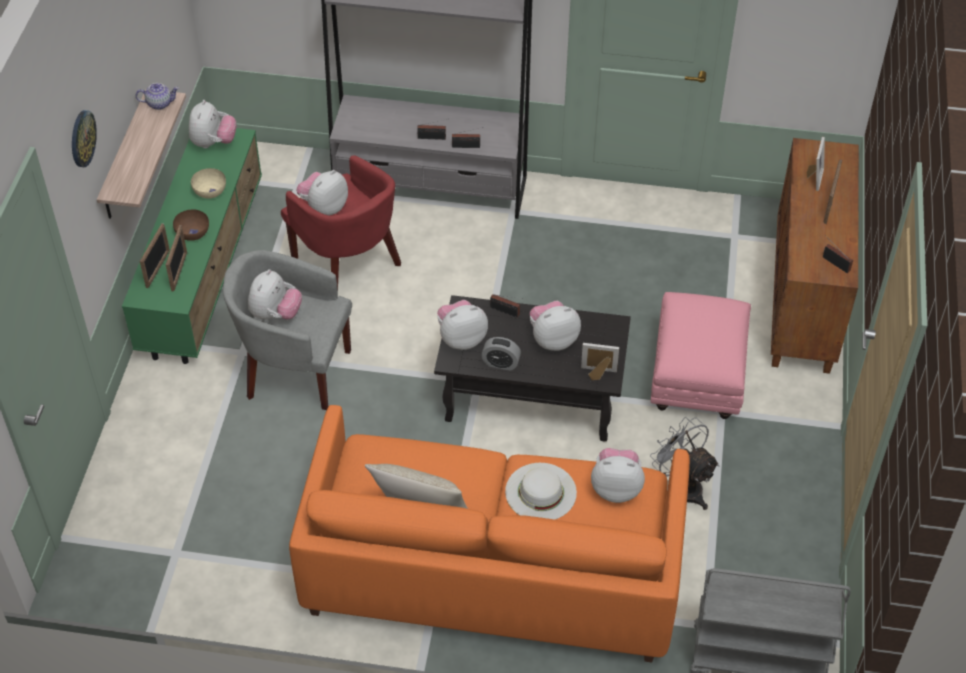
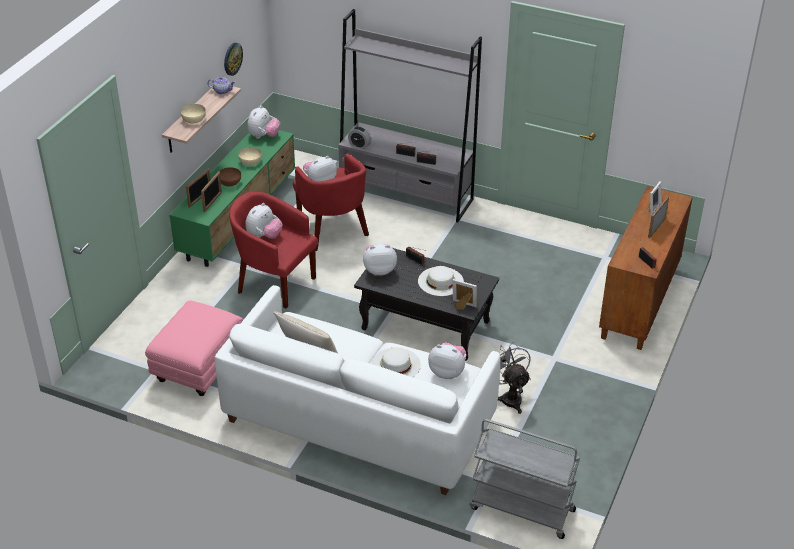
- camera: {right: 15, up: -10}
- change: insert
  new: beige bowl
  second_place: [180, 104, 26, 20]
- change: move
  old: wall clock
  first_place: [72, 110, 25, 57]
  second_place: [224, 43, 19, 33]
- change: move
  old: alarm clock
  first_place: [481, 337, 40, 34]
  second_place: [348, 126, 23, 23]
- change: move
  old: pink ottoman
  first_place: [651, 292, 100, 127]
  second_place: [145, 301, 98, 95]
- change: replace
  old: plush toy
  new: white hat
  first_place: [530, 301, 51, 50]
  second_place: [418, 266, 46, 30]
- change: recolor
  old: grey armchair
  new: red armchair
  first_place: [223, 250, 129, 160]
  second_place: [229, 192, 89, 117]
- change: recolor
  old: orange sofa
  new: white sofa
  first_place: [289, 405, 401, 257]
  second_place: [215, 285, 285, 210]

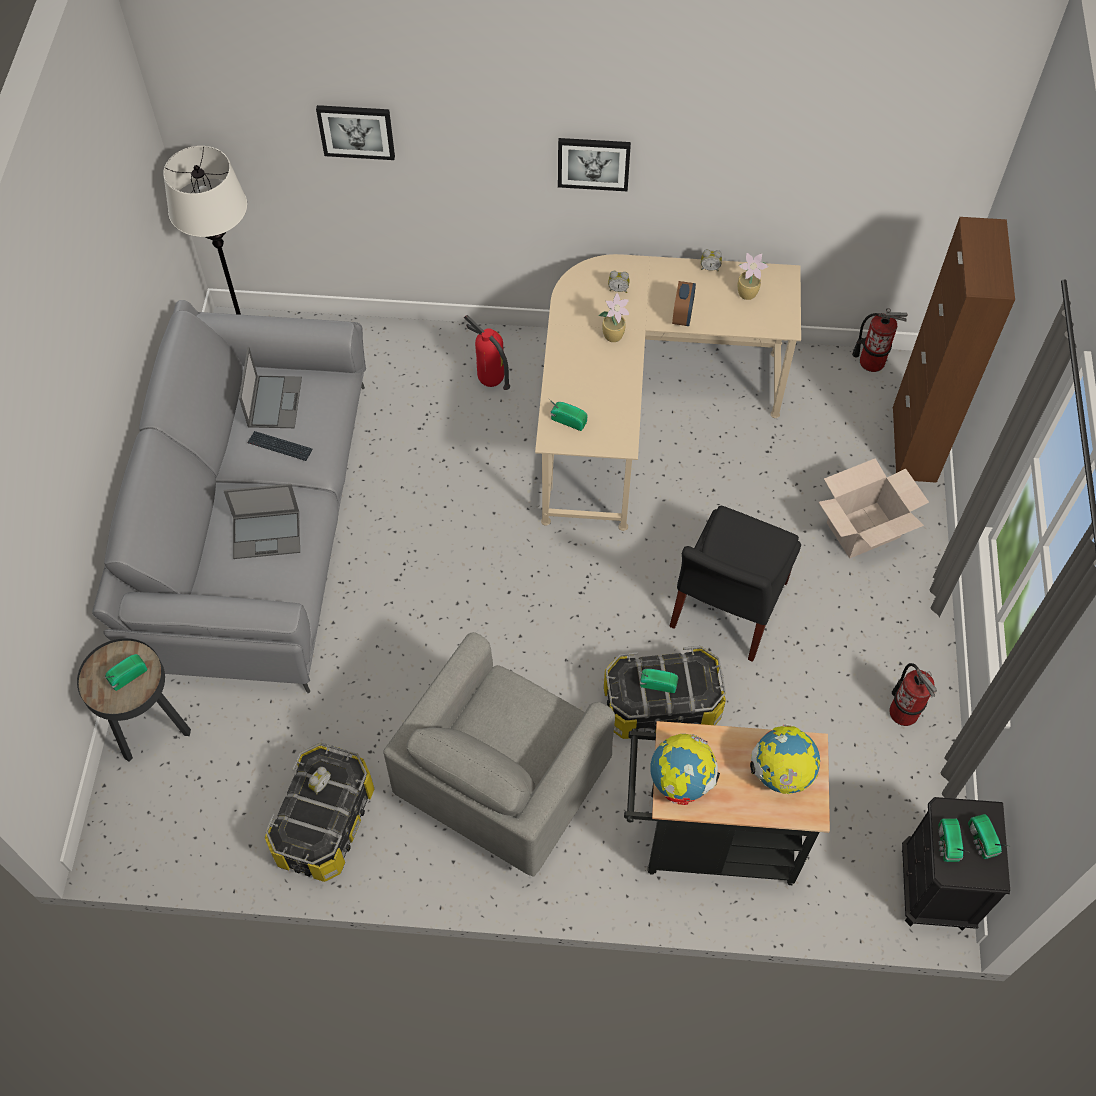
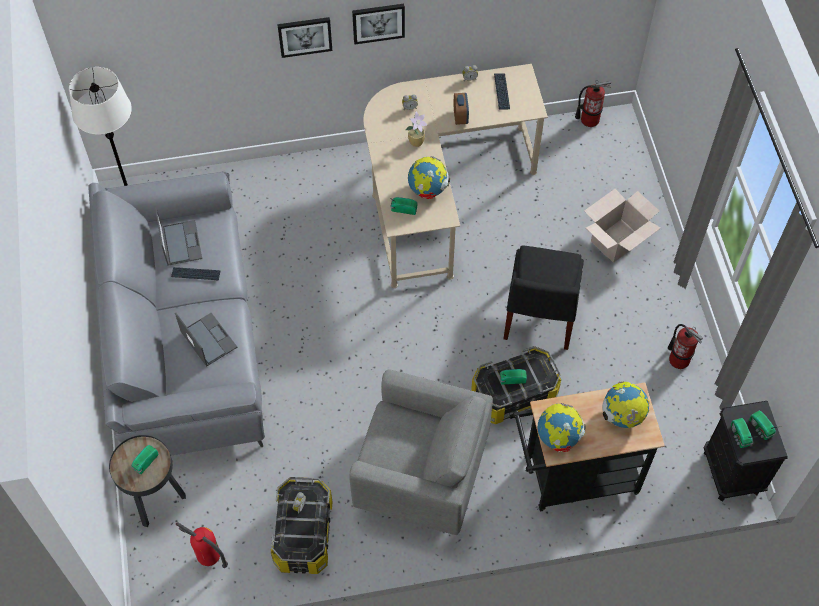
- camera: {right: -15, up: 0}
- change: delete
  old: brown cabinet
  first_place: [893, 217, 122, 266]
- change: insert
  new: globe
  second_place: [408, 156, 42, 43]
- change: move
  old: picture
  first_place: [316, 105, 79, 55]
  second_place: [277, 17, 55, 41]
- change: move
  old: fire extinguisher
  first_place: [464, 315, 46, 75]
  second_place: [175, 522, 53, 46]
- change: replace
  old: potted plant
  new: keyboard
  first_place: [738, 253, 30, 47]
  second_place: [494, 73, 16, 36]
- change: rotate
  old: laptop
  first_place: [224, 484, 76, 75]
  second_place: [175, 313, 62, 54]
  degrees: -105
- change: rotate
  old: grey armchair
  first_place: [383, 632, 232, 245]
  second_place: [349, 369, 144, 166]
  degrees: -90

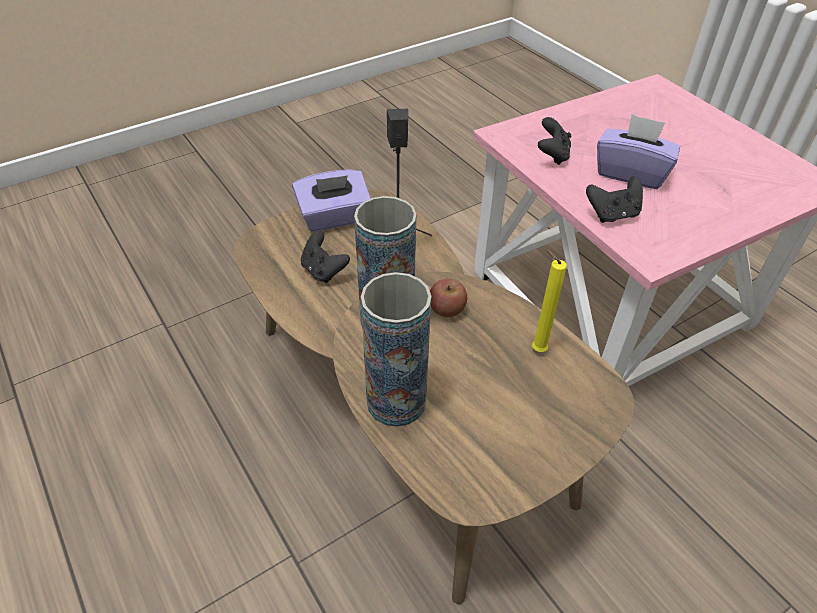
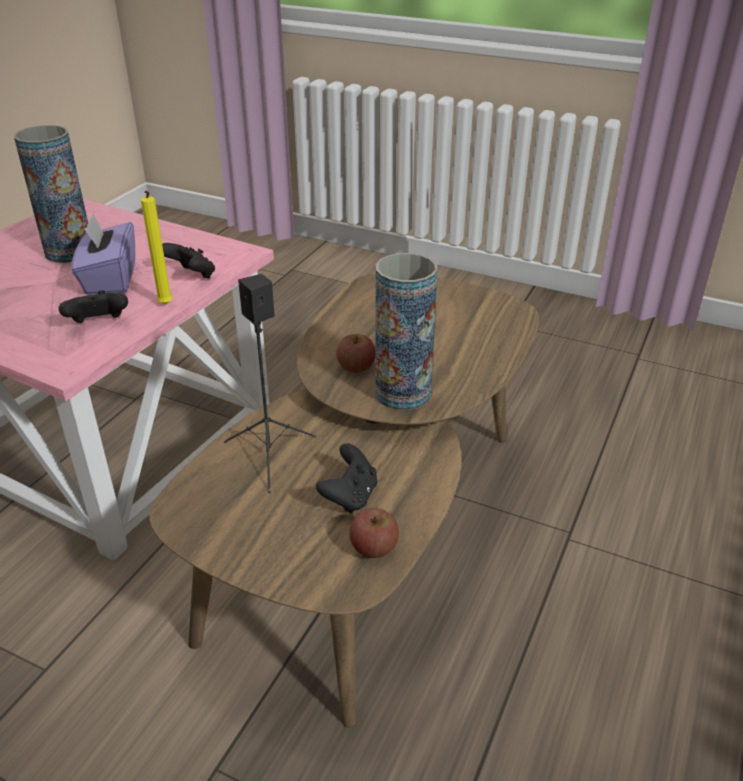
- camera: {right: -120, up: -10}
- change: delete
  old: purple tissue box
  first_place: [292, 169, 79, 63]
- change: insert
  new: apple
  second_place: [349, 508, 50, 50]
- change: move
  old: vase
  first_place: [361, 272, 70, 155]
  second_place: [14, 125, 74, 138]
- change: move
  old: yellow candle
  first_place: [532, 250, 35, 102]
  second_place: [141, 191, 32, 114]

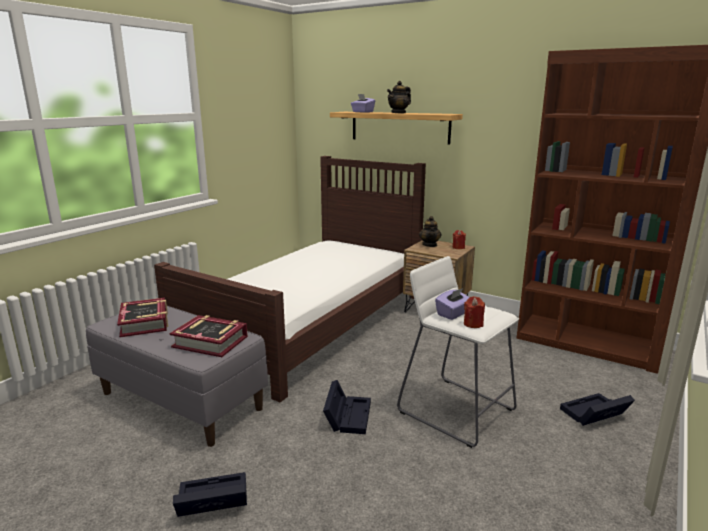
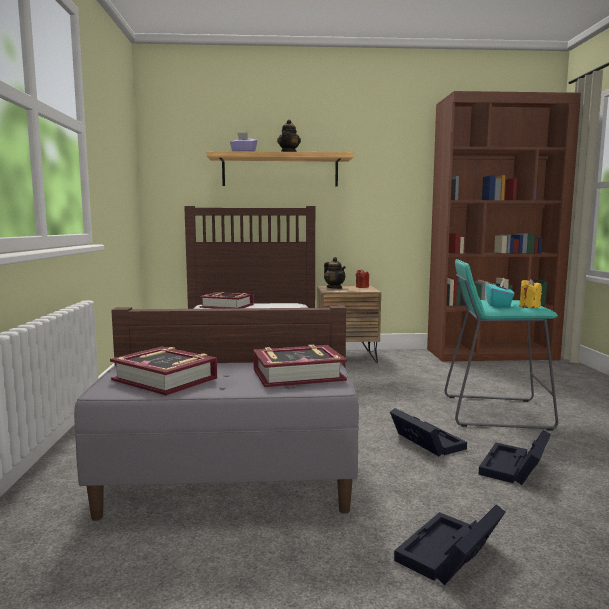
- camera: {right: -35, up: -10}
- change: insert
  new: book
  second_place: [199, 292, 55, 17]
- change: move
  old: black storage box
  first_place: [560, 393, 75, 33]
  second_place: [479, 430, 72, 55]
- change: recolor
  old: white stool
  new: turquoise stool
  first_place: [397, 256, 122, 192]
  second_place: [445, 259, 113, 172]
- change: recolor
  old: purple tissue box
  new: turquoise tissue box
  first_place: [435, 288, 34, 32]
  second_place: [486, 278, 28, 29]
- change: recolor
  old: red candle
  new: yellow candle
  first_place: [464, 296, 21, 32]
  second_place: [519, 279, 23, 29]

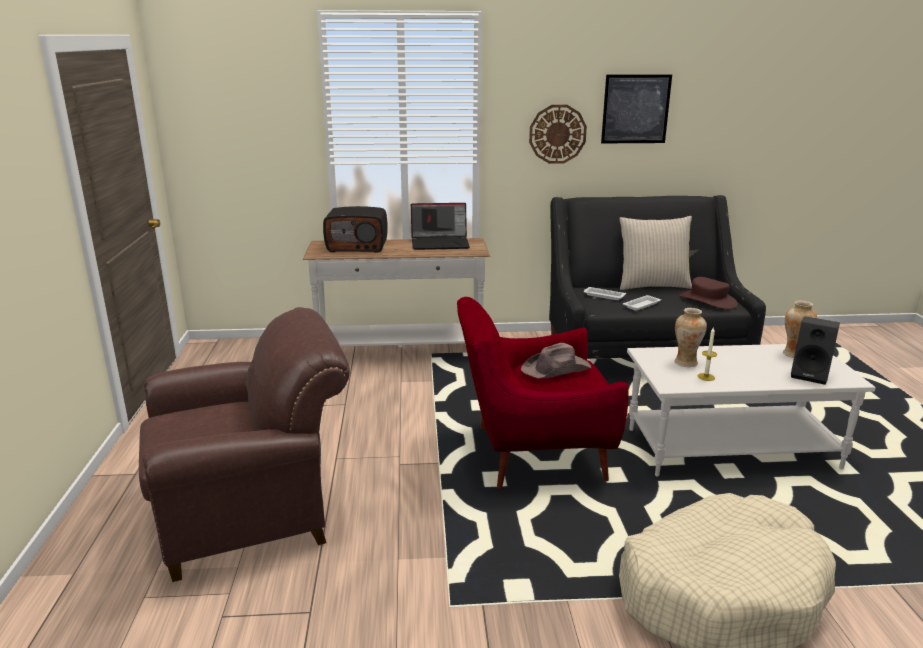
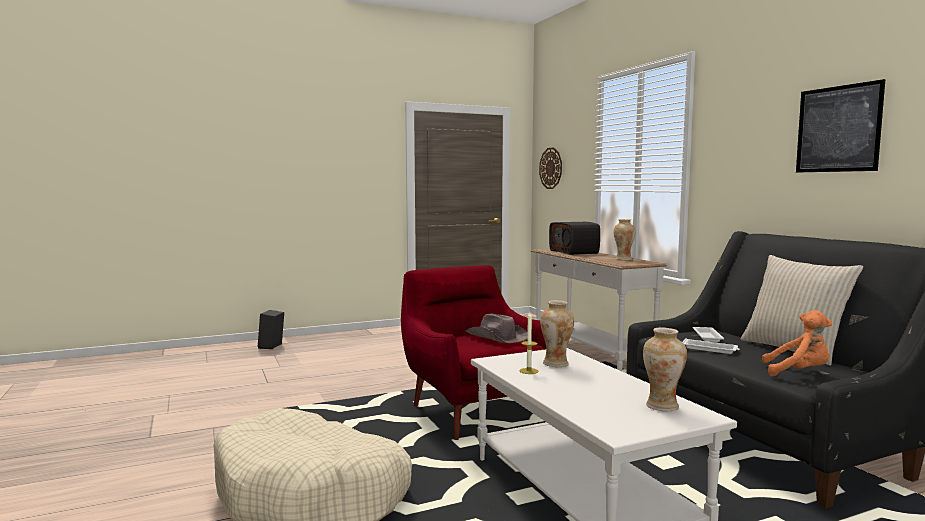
- camera: {right: 70, up: -15}
- change: delete
  old: brown armchair
  first_place: [139, 307, 211, 275]
- change: move
  old: wall clock
  first_place: [529, 105, 58, 59]
  second_place: [539, 147, 23, 42]
- change: move
  old: black speaker
  first_place: [791, 316, 49, 69]
  second_place: [258, 310, 26, 39]
- change: replace
  old: laptop
  new: vase
  first_place: [411, 203, 59, 47]
  second_place: [613, 219, 22, 41]
- change: replace
  old: brown hat
  new: orange plush toy
  first_place: [680, 277, 58, 32]
  second_place: [762, 310, 70, 67]

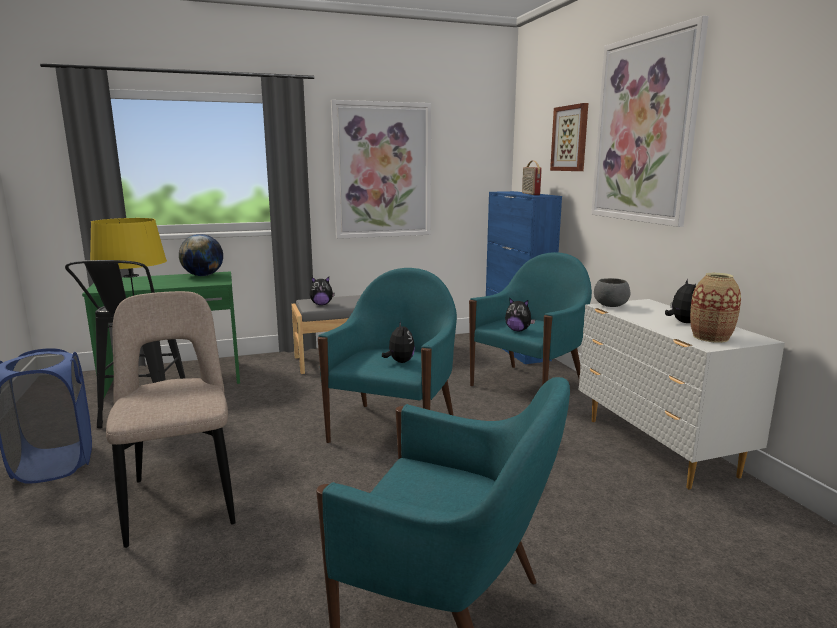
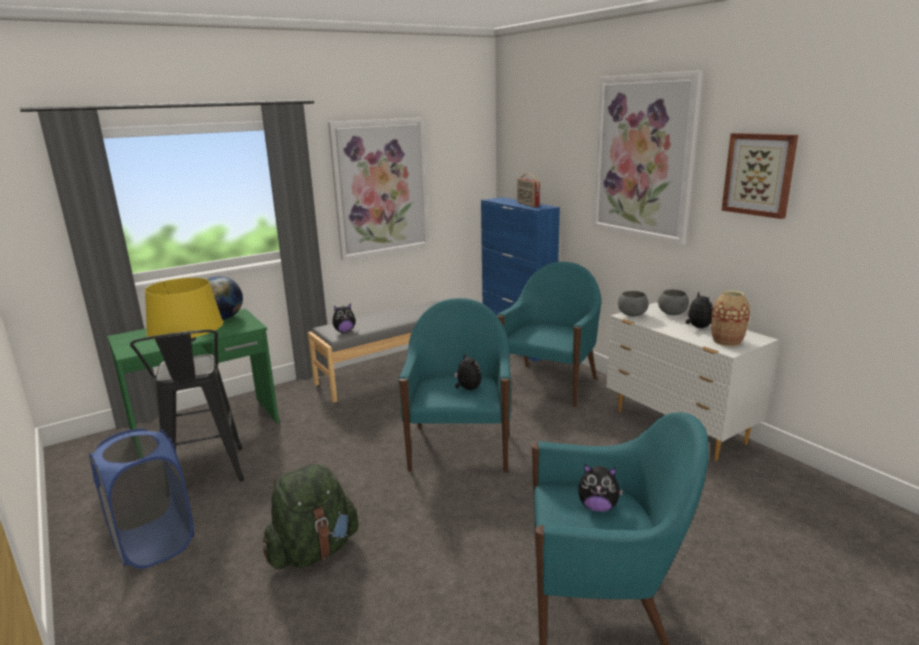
- camera: {right: -15, up: 5}
- change: insert
  new: grey bowl
  second_place: [658, 290, 31, 25]
- change: move
  old: plush toy
  first_place: [505, 298, 30, 33]
  second_place: [578, 464, 45, 48]
- change: move
  old: picture
  first_place: [550, 103, 38, 68]
  second_place: [721, 133, 77, 86]
- change: replace
  old: beige chair
  new: green backpack
  first_place: [106, 291, 130, 257]
  second_place: [263, 464, 96, 105]

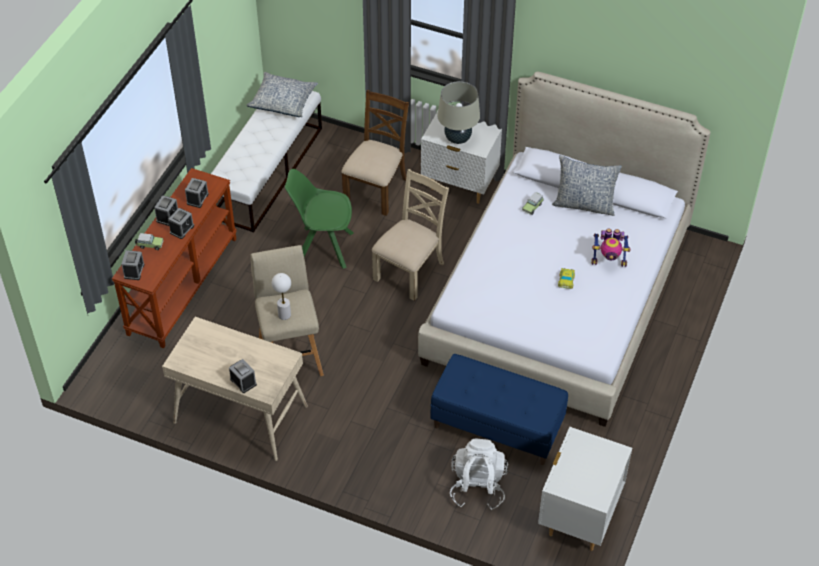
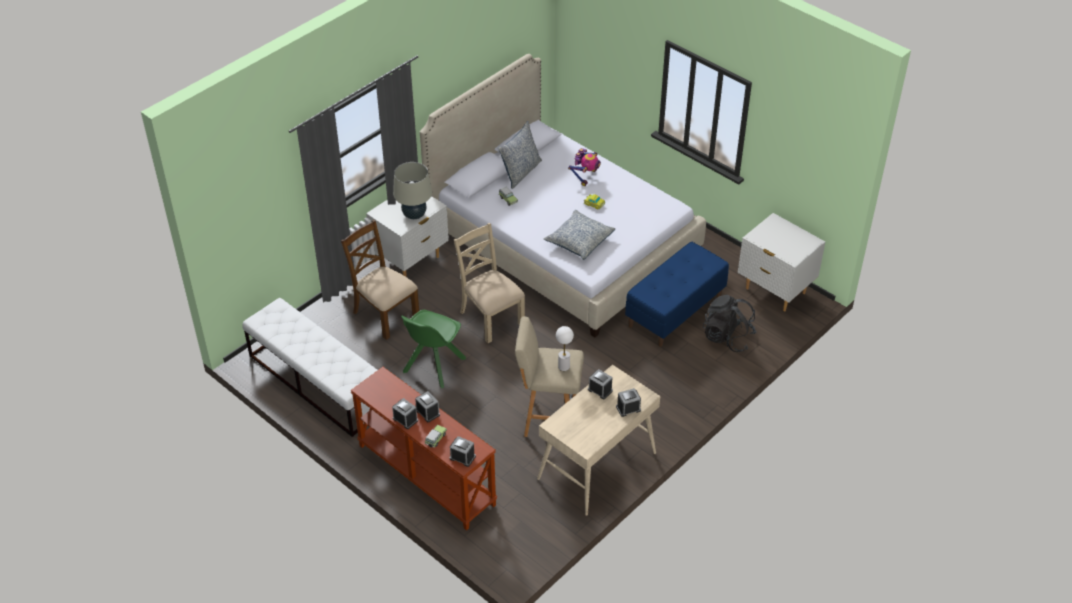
- camera: {right: -70, up: -5}
- change: move
  old: alarm clock
  first_place: [185, 178, 24, 30]
  second_place: [588, 369, 25, 30]
- change: move
  old: pillow
  first_place: [247, 72, 71, 45]
  second_place: [544, 210, 71, 50]
- change: recolor
  old: white backpack
  new: black backpack
  first_place: [450, 439, 58, 71]
  second_place: [703, 295, 54, 57]

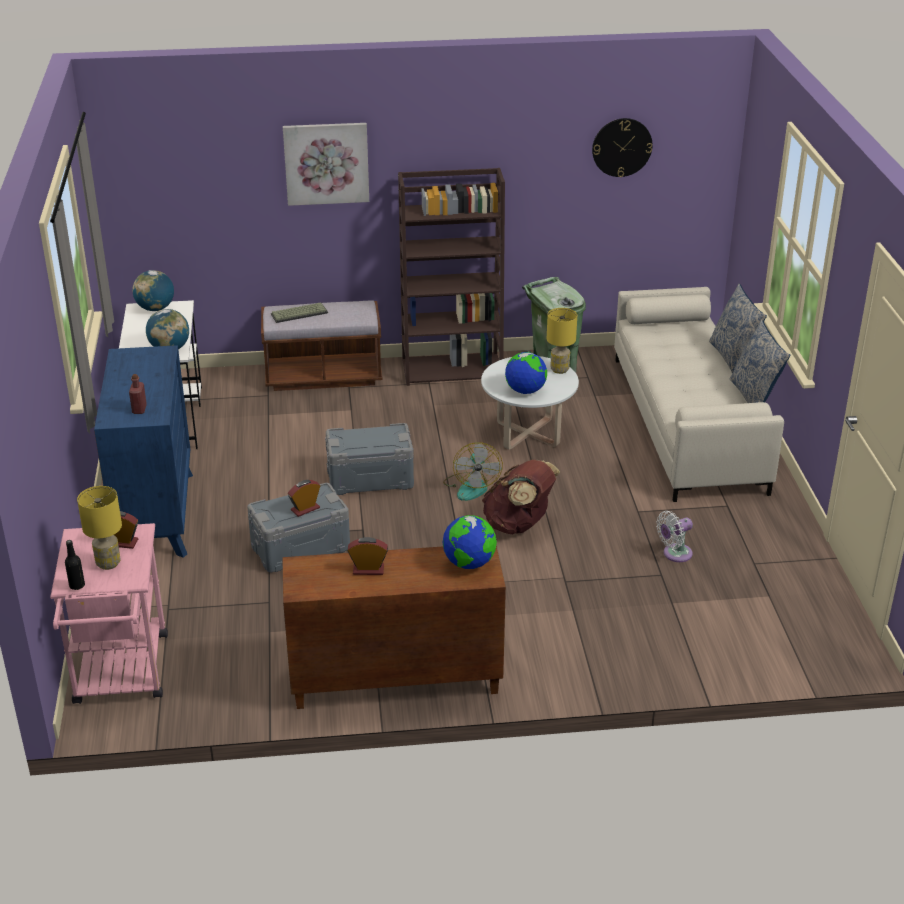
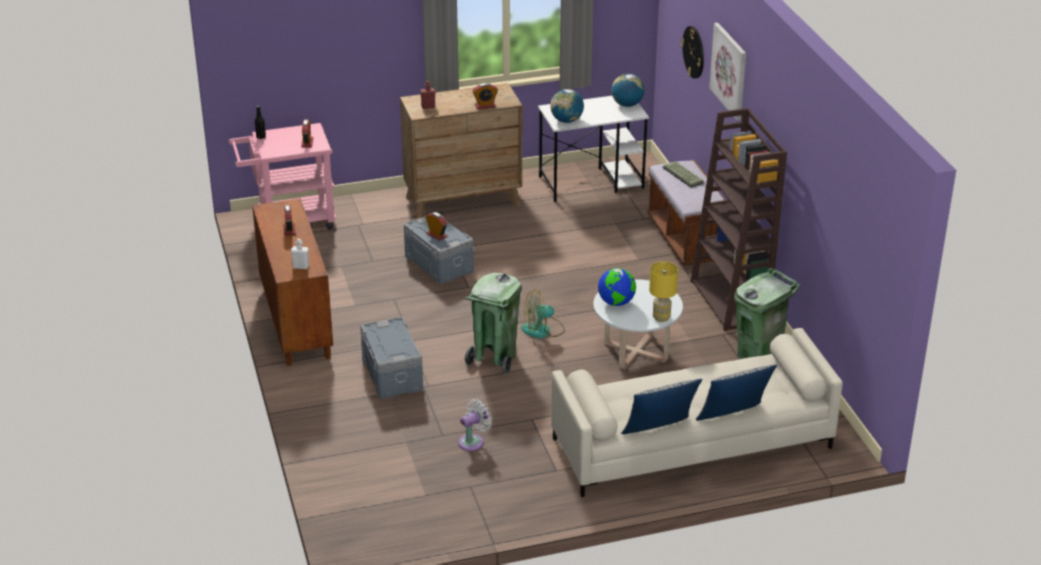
- camera: {right: 80, up: 0}
- change: delete
  old: yellow table lamp
  first_place: [77, 486, 45, 84]
- change: insert
  new: alarm clock
  second_place: [473, 83, 25, 26]
- change: move
  old: grey storage box
  first_place: [325, 423, 89, 72]
  second_place: [360, 317, 63, 82]
- change: move
  old: wall clock
  first_place: [592, 118, 61, 59]
  second_place: [681, 26, 23, 53]
- change: replace
  old: globe
  new: white bottle
  first_place: [443, 515, 54, 54]
  second_place: [291, 239, 18, 30]
- change: replace
  old: brown backpack
  new: green trash can
  first_place: [482, 460, 78, 74]
  second_place: [465, 273, 57, 102]
- change: recolor
  old: blue dresser
  new: brown dresser
  first_place: [94, 345, 99, 213]
  second_place: [400, 83, 122, 136]
- change: rotate
  old: white fan
  first_place: [656, 511, 37, 51]
  second_place: [458, 399, 34, 52]
  degrees: 90

